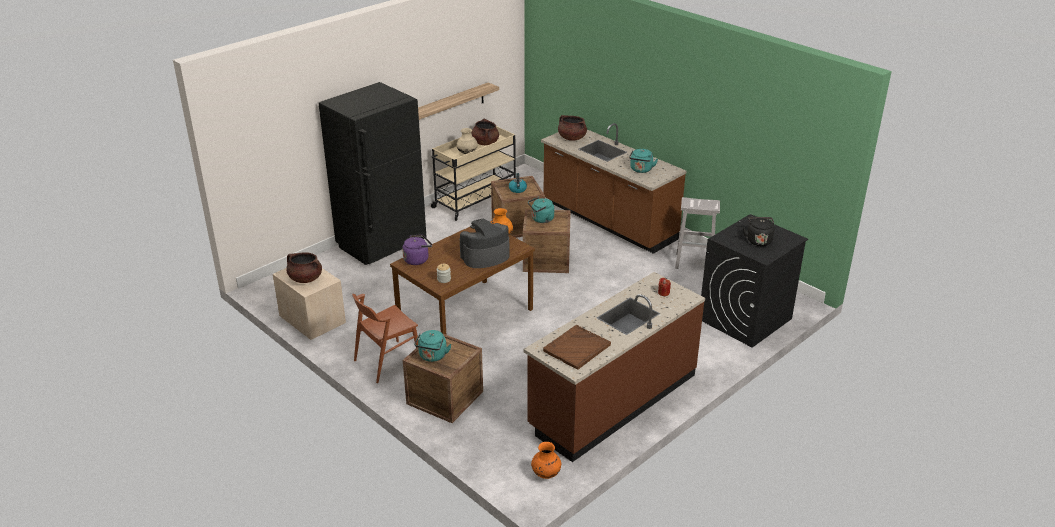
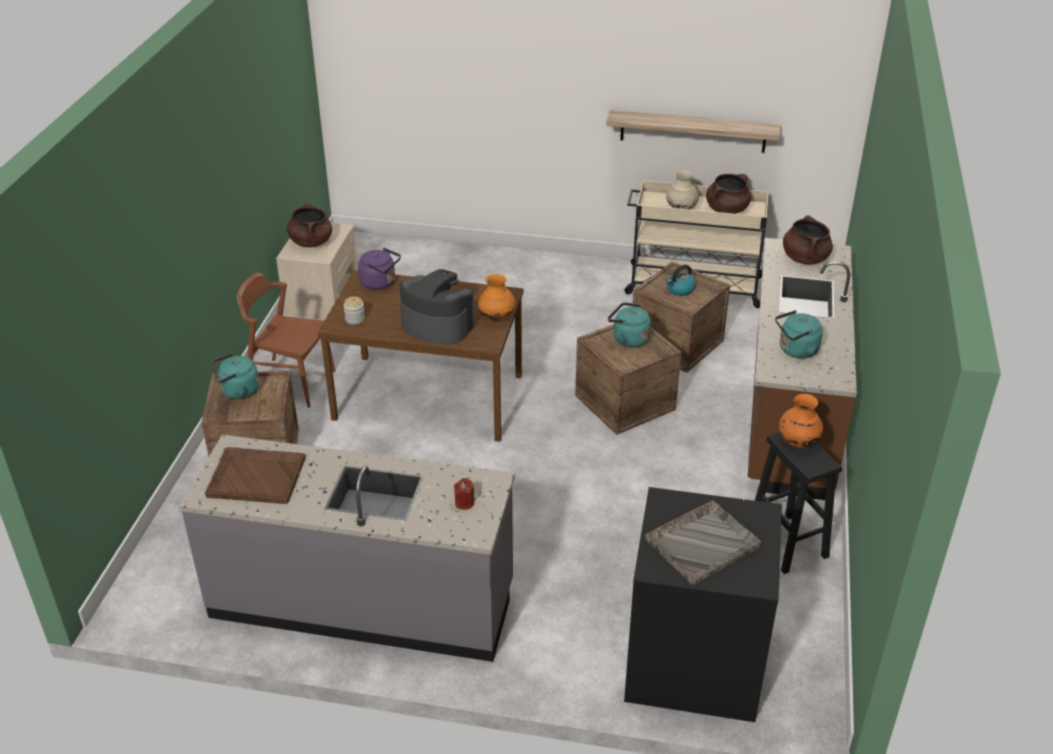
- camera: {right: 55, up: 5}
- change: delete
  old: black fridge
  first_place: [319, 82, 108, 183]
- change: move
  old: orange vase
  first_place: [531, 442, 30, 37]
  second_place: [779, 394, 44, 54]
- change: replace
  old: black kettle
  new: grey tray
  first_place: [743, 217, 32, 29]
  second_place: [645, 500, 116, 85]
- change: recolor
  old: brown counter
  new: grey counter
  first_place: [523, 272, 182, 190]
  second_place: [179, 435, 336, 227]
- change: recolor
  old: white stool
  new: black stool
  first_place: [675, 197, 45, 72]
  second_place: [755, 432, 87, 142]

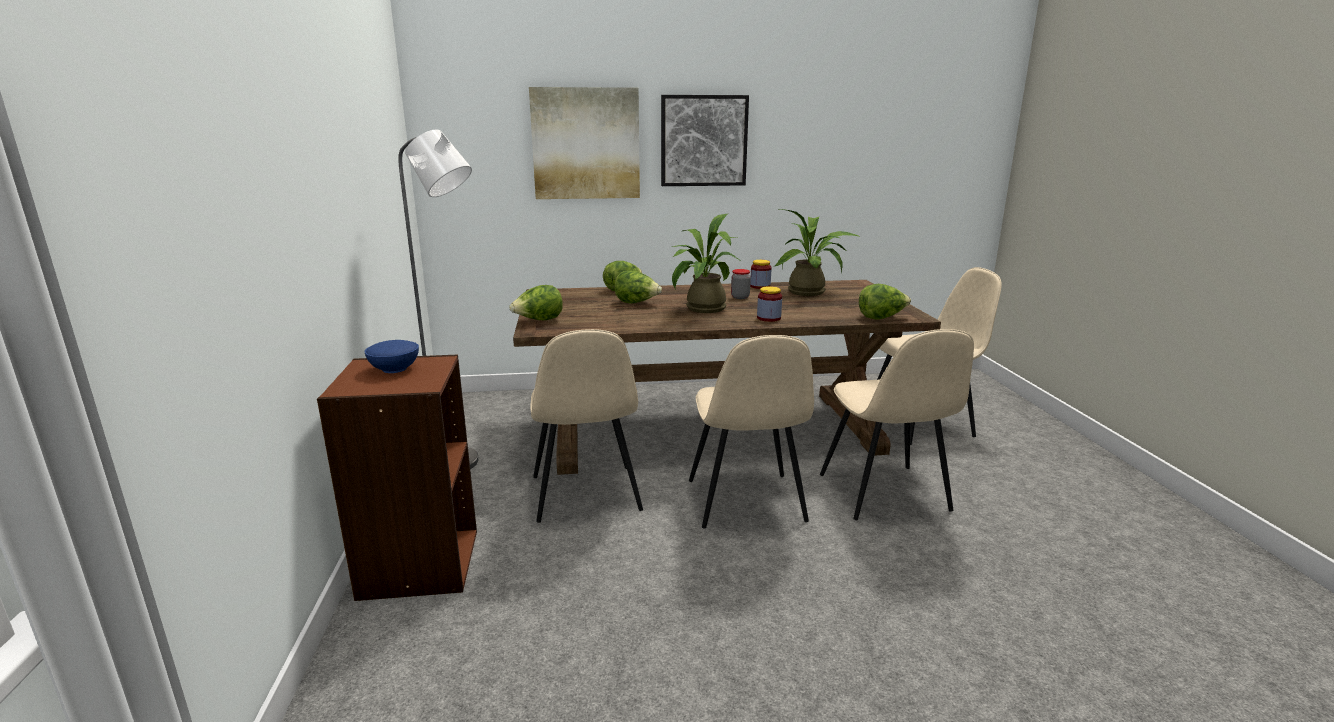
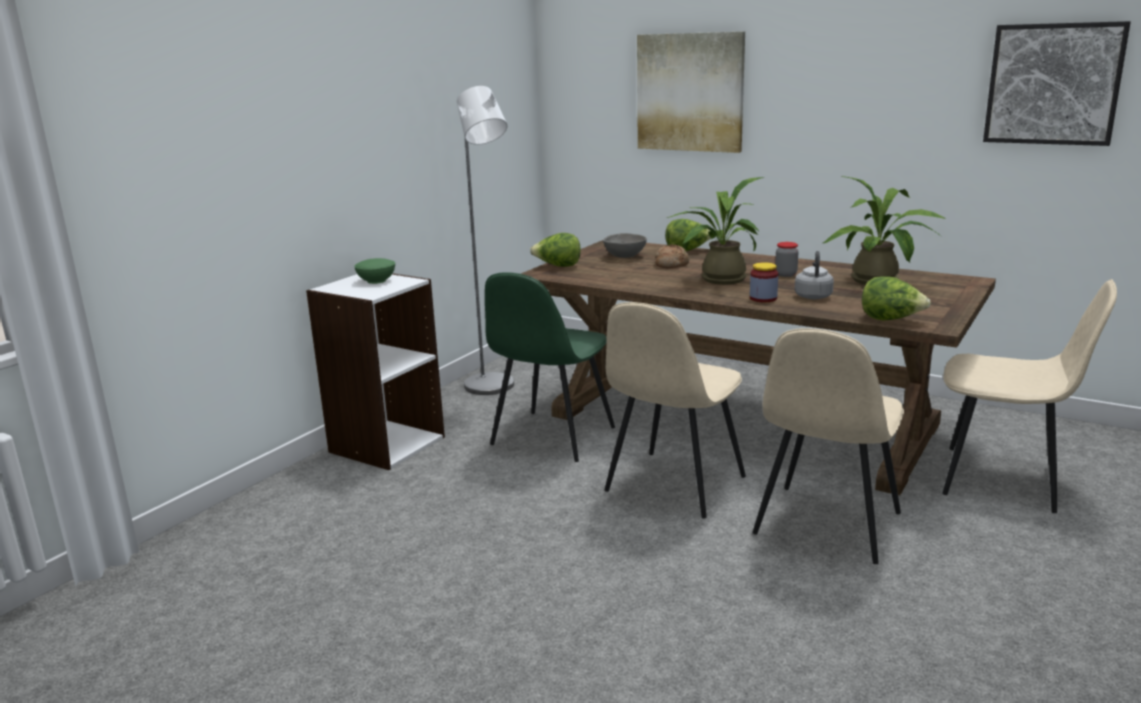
- camera: {right: 40, up: 0}
- change: delete
  old: jar
  first_place: [750, 260, 22, 29]
- change: insert
  new: grey bowl
  second_place: [603, 233, 44, 25]
- change: insert
  new: grey kettle
  second_place: [795, 251, 39, 48]
- change: move
  old: picture
  first_place: [661, 95, 88, 91]
  second_place: [983, 21, 148, 125]
- change: replace
  old: lettuce
  new: bread
  first_place: [615, 271, 47, 33]
  second_place: [655, 244, 34, 24]
- change: recolor
  old: brown bookcase
  new: white bookcase
  first_place: [317, 355, 160, 246]
  second_place: [306, 273, 139, 197]
- change: recolor
  old: blue bowl
  new: green bowl
  first_place: [364, 340, 55, 33]
  second_place: [354, 258, 41, 26]
- change: recolor
  old: beige chair
  new: green chair
  first_place: [530, 329, 113, 194]
  second_place: [485, 272, 130, 190]

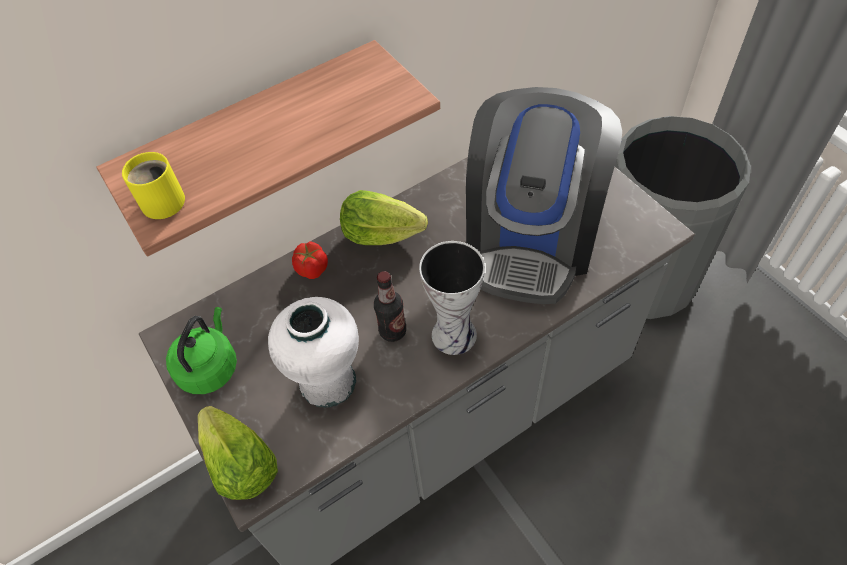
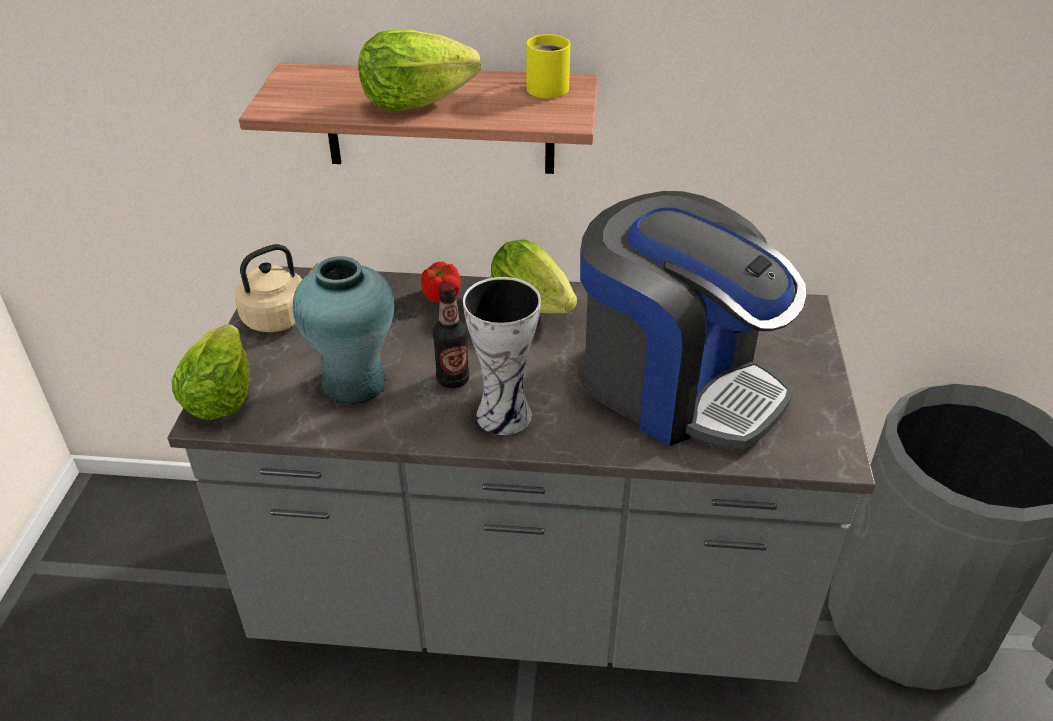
- camera: {right: 35, up: -15}
- change: insert
  new: lettuce
  second_place: [358, 30, 123, 81]
- change: move
  old: yellow mug
  first_place: [122, 152, 63, 67]
  second_place: [526, 34, 44, 64]
- change: recolor
  old: green kettle
  new: beige kettle
  first_place: [166, 307, 71, 87]
  second_place: [235, 244, 85, 88]
- change: recolor
  old: white vase
  new: turquoise vase
  first_place: [268, 297, 91, 111]
  second_place: [293, 256, 101, 149]
- change: rotate
  old: coffee machine
  first_place: [466, 87, 156, 217]
  second_place: [580, 191, 227, 258]
  degrees: -105

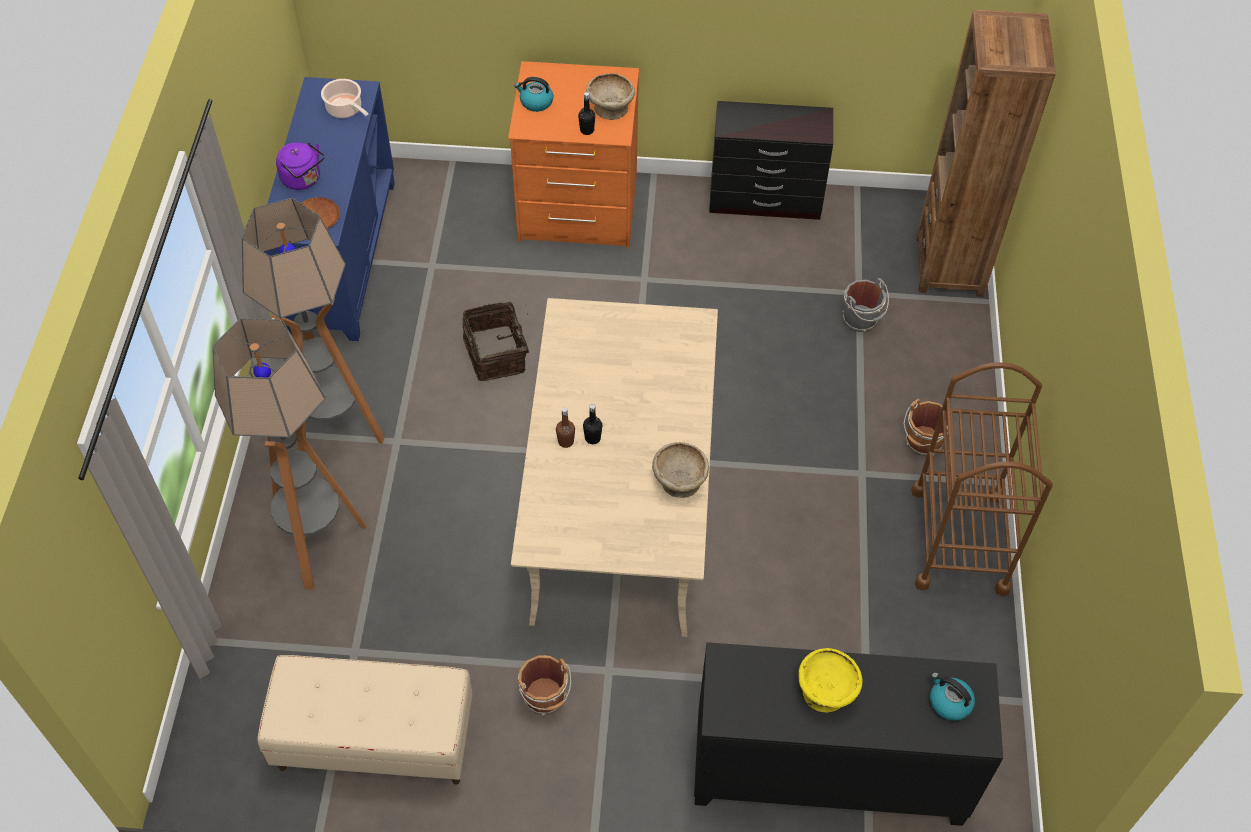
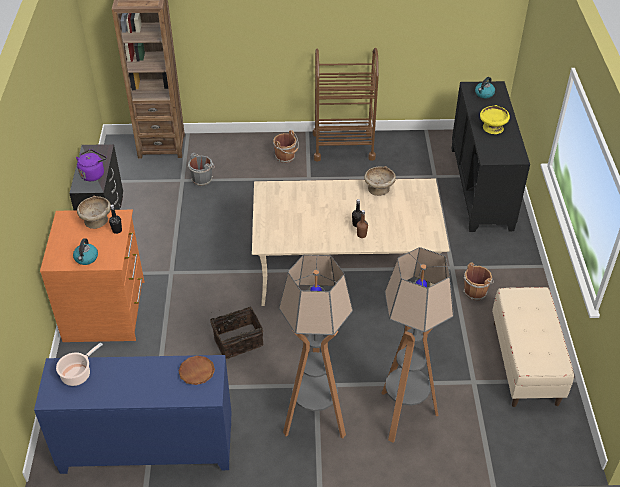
- camera: {right: -95, up: -10}
- change: move
  old: purple kettle
  first_place: [276, 142, 49, 48]
  second_place: [76, 149, 31, 32]

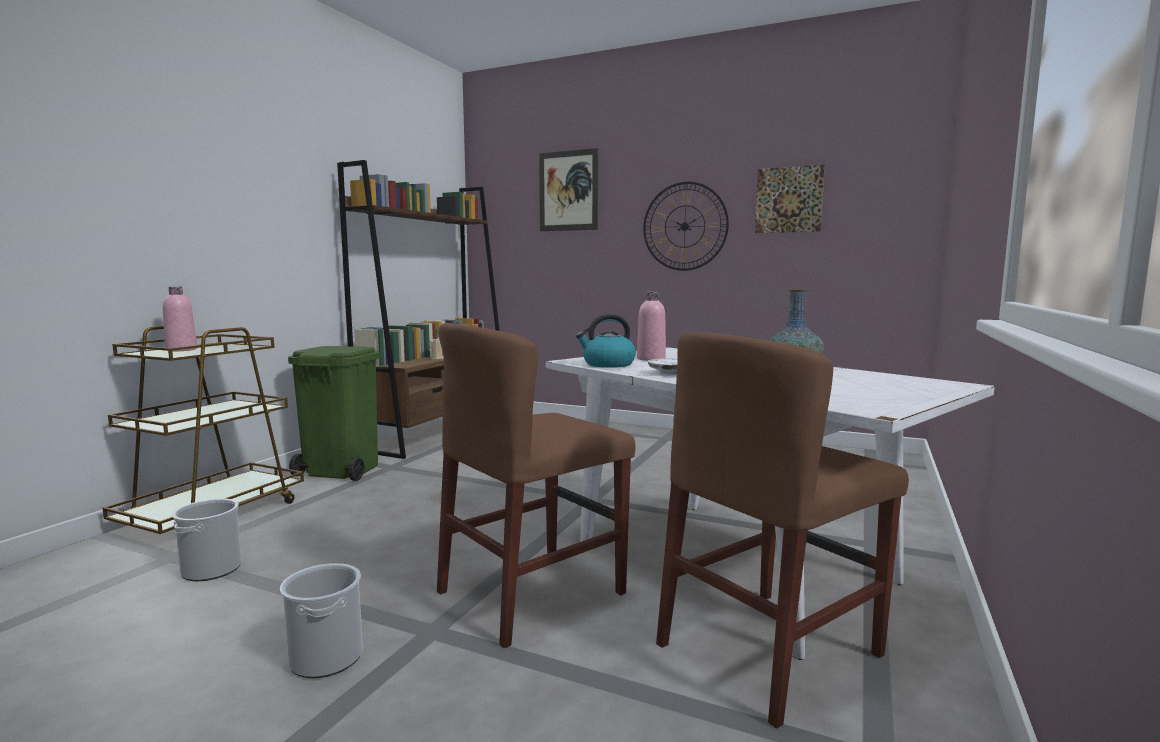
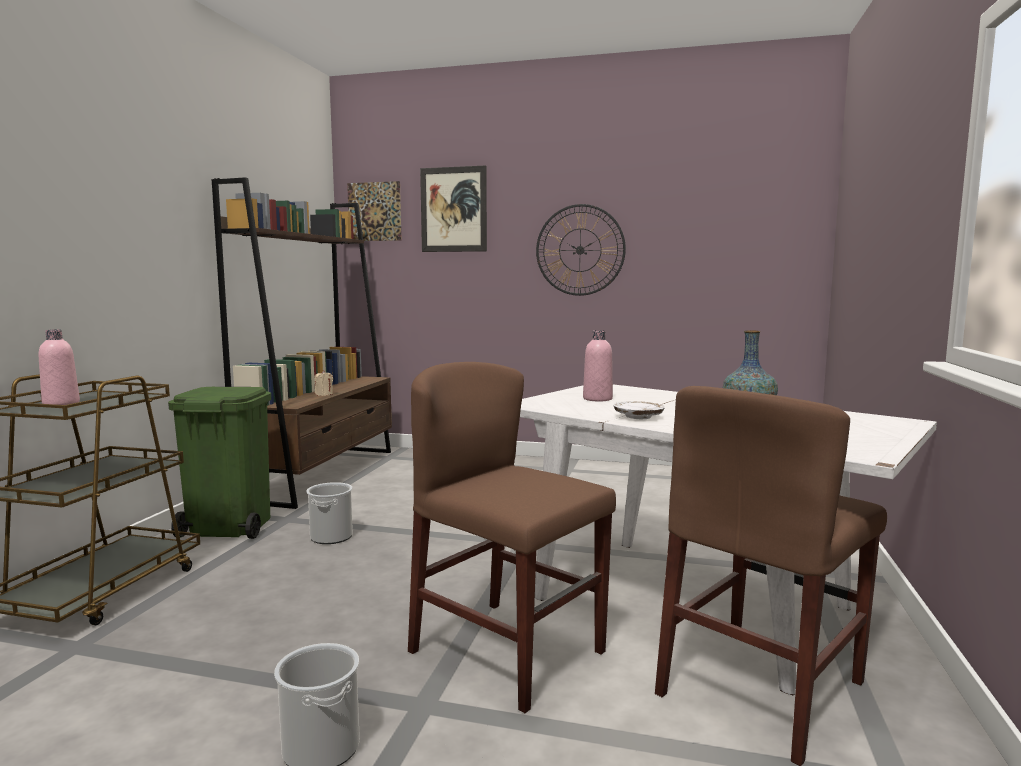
- camera: {right: -10, up: 0}
- change: delete
  old: kettle
  first_place: [576, 314, 60, 54]
- change: move
  old: bucket
  first_place: [172, 499, 70, 82]
  second_place: [306, 482, 47, 62]
- change: move
  old: picture
  first_place: [755, 165, 70, 68]
  second_place: [347, 181, 54, 60]
- change: rotate
  old: brown chair
  first_place: [437, 323, 198, 325]
  second_place: [408, 362, 208, 351]
  degrees: 90

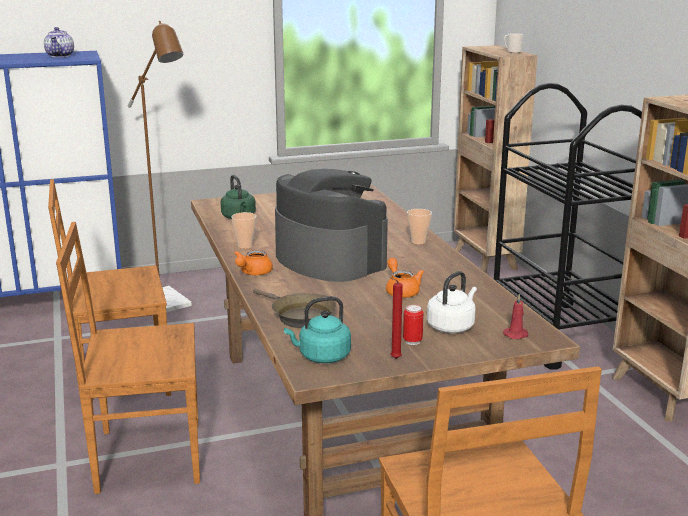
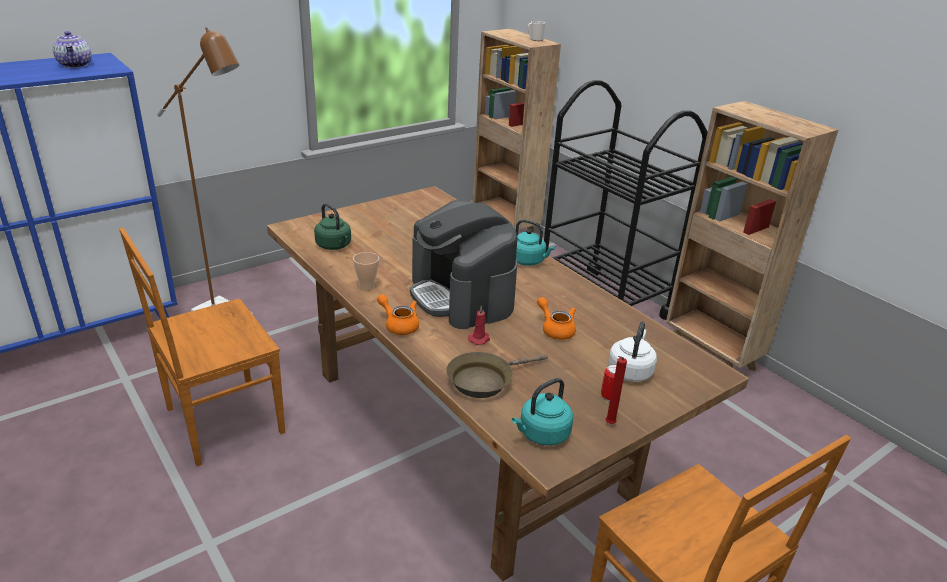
- camera: {right: -20, up: 10}
- change: delete
  old: brown chair
  first_place: [56, 222, 144, 272]
- change: move
  old: red candle
  first_place: [503, 294, 25, 45]
  second_place: [468, 306, 22, 39]
- change: replace
  old: cup
  new: turquoise kettle
  first_place: [407, 209, 25, 36]
  second_place: [516, 219, 39, 47]
- change: rotate
  old: orange teapot
  first_place: [234, 250, 39, 25]
  second_place: [377, 294, 42, 41]
  degrees: 120
- change: rotate
  old: brown frying pan
  first_place: [253, 289, 84, 39]
  second_place: [446, 352, 102, 46]
  degrees: 120
- change: rotate
  old: coffee machine
  first_place: [275, 169, 113, 113]
  second_place: [410, 200, 107, 129]
  degrees: -150

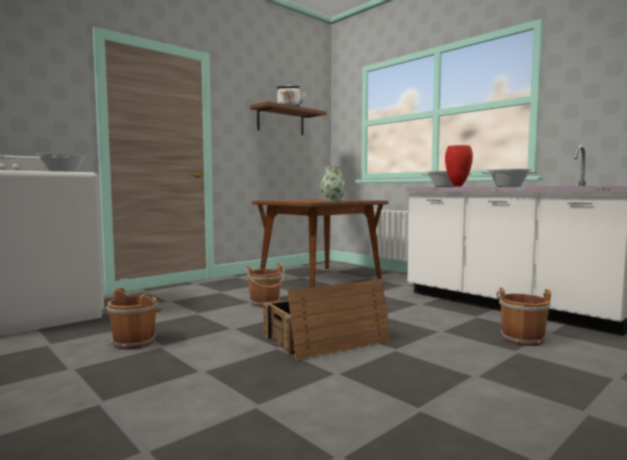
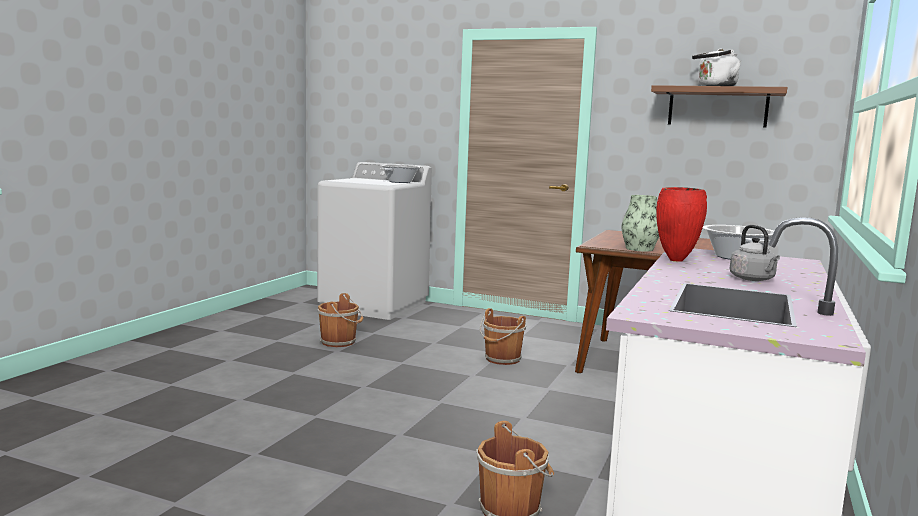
- camera: {right: 65, up: 5}
- change: delete
  old: crate
  first_place: [263, 279, 128, 81]
- change: replace
  old: cooking pot
  new: grey kettle
  first_place: [482, 169, 56, 18]
  second_place: [730, 225, 50, 56]

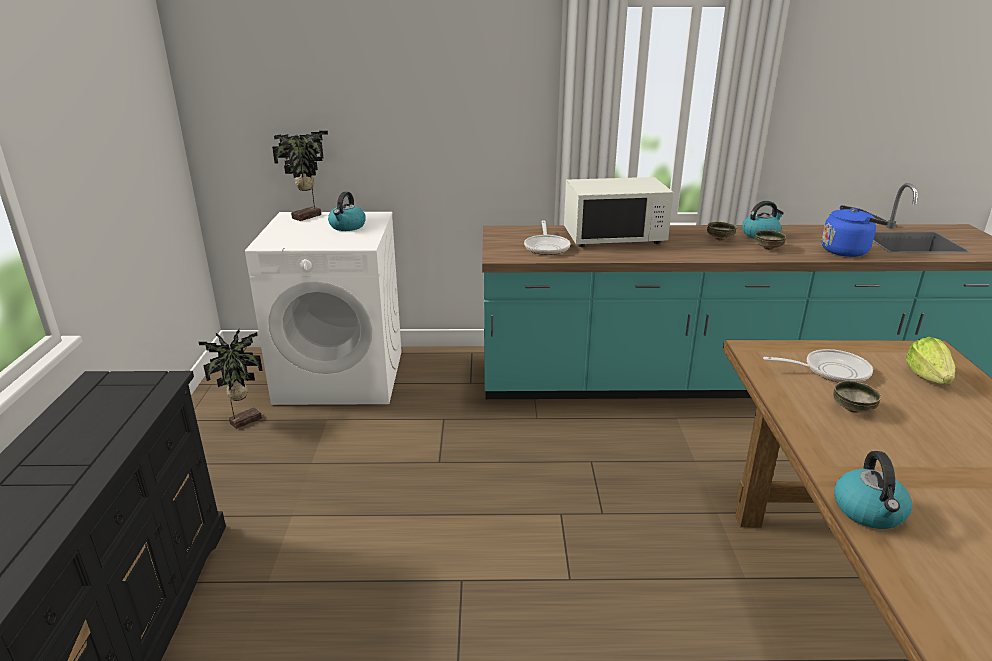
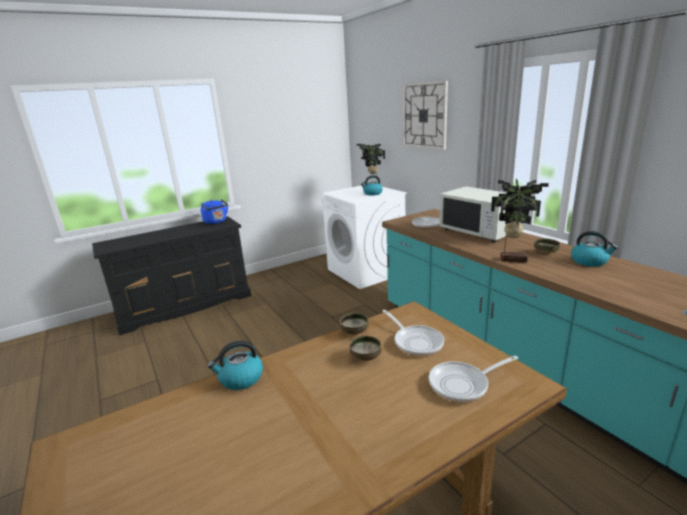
- camera: {right: 60, up: -5}
- change: insert
  new: wall clock
  second_place: [402, 81, 46, 69]
- change: move
  old: potted plant
  first_place: [199, 329, 64, 100]
  second_place: [491, 179, 58, 84]
- change: move
  old: bowl
  first_place: [755, 230, 31, 20]
  second_place: [340, 313, 29, 22]
- change: move
  old: blue kettle
  first_place: [822, 205, 67, 52]
  second_place: [201, 199, 27, 25]
- change: replace
  old: lettuce
  new: frying pan
  first_place: [905, 337, 50, 47]
  second_place: [429, 356, 89, 46]

